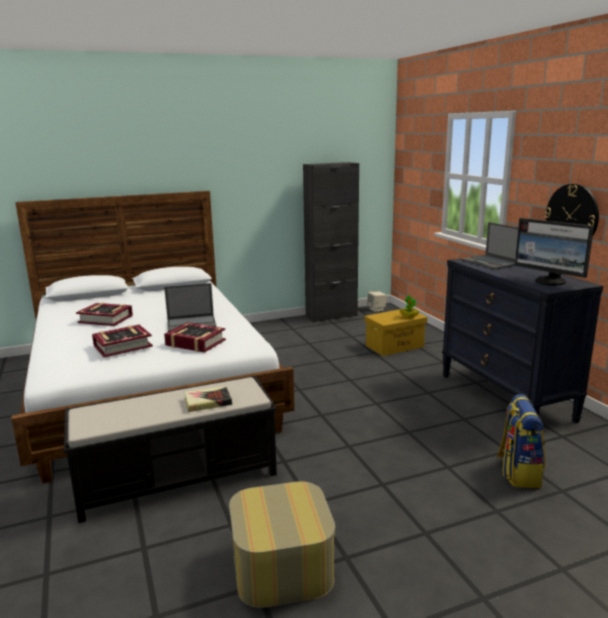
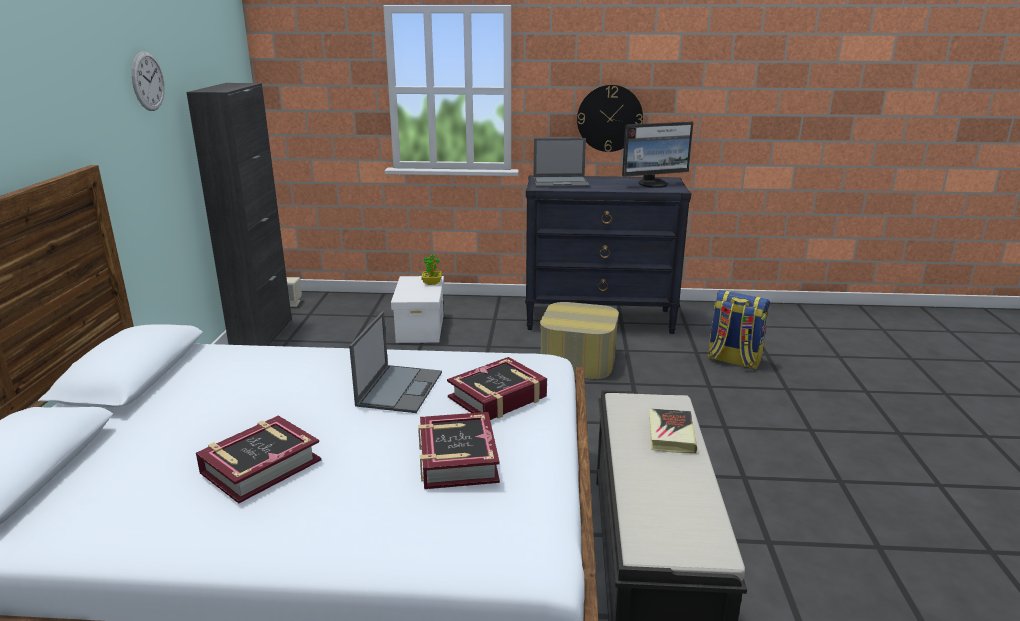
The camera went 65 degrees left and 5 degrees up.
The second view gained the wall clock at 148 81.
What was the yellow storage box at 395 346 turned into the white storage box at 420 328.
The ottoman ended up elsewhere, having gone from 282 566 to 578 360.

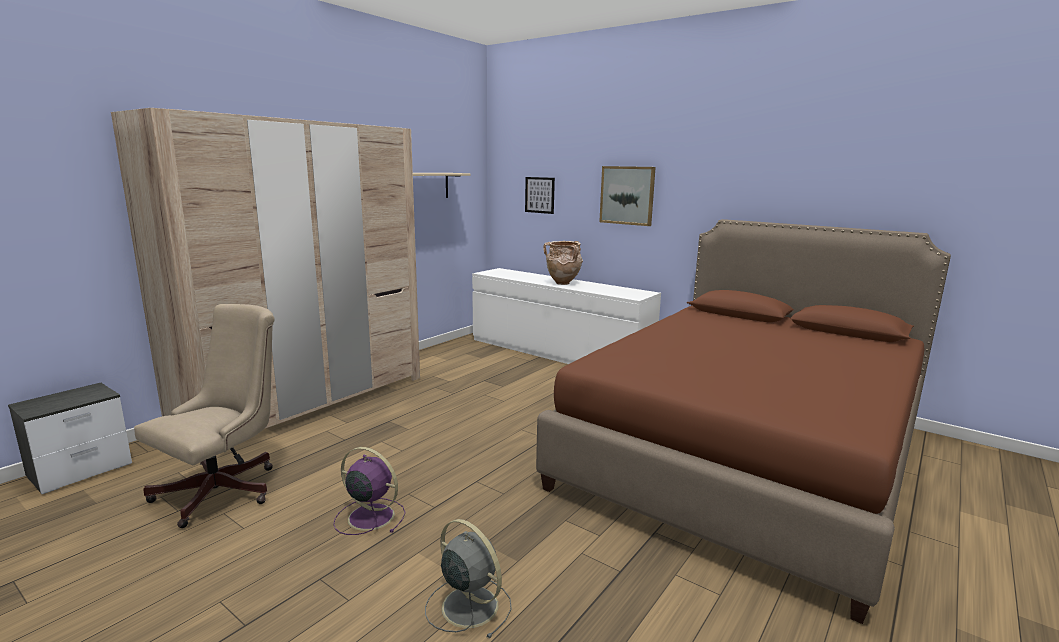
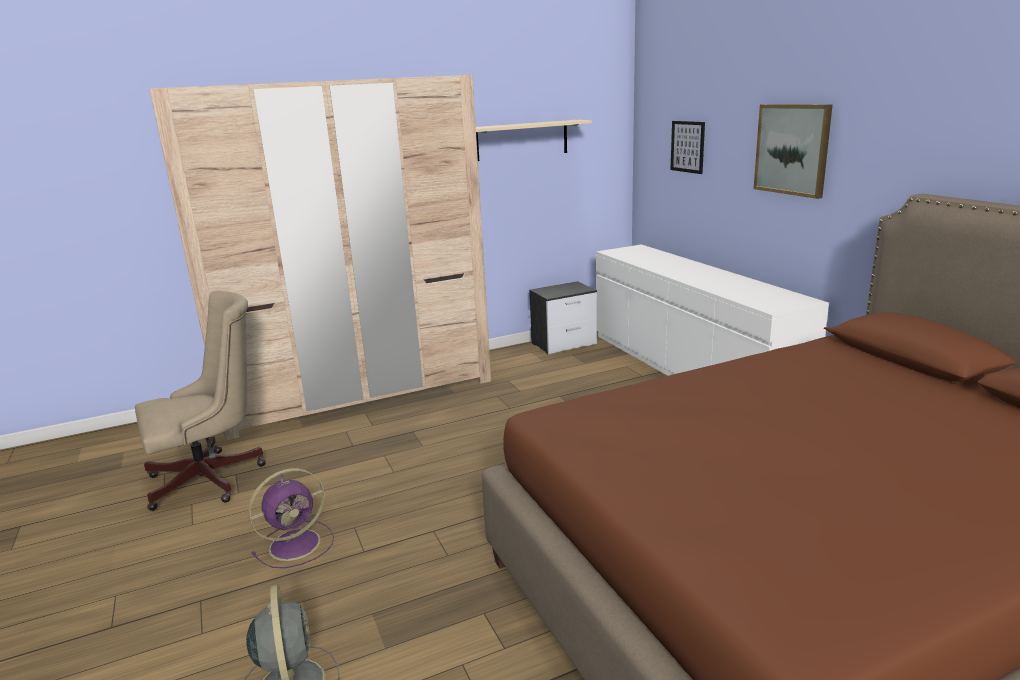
The camera went 30 degrees right and 5 degrees up.
The purple fan at 369 516 ended up facing another way, 90 degrees clockwise from before.
The nightstand ended up elsewhere, having gone from 82 470 to 565 344.
The second view lost the beige vase at 563 283.

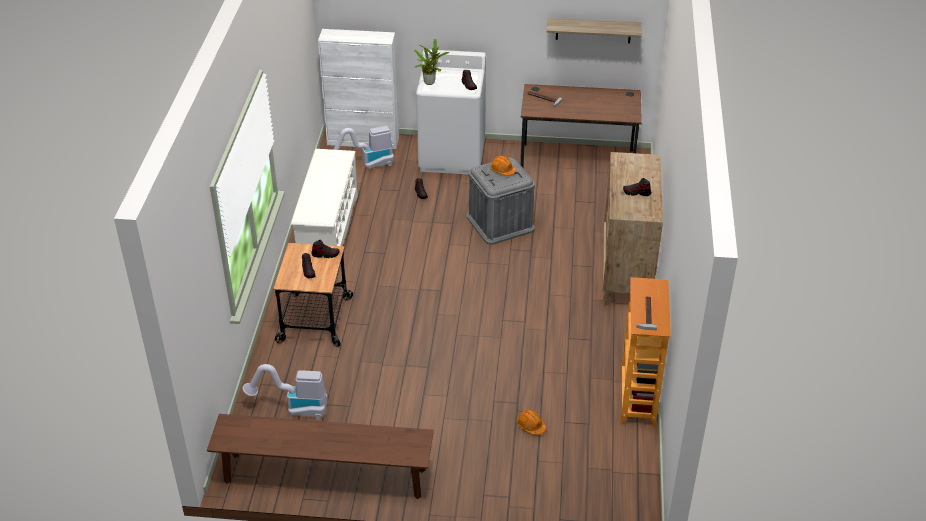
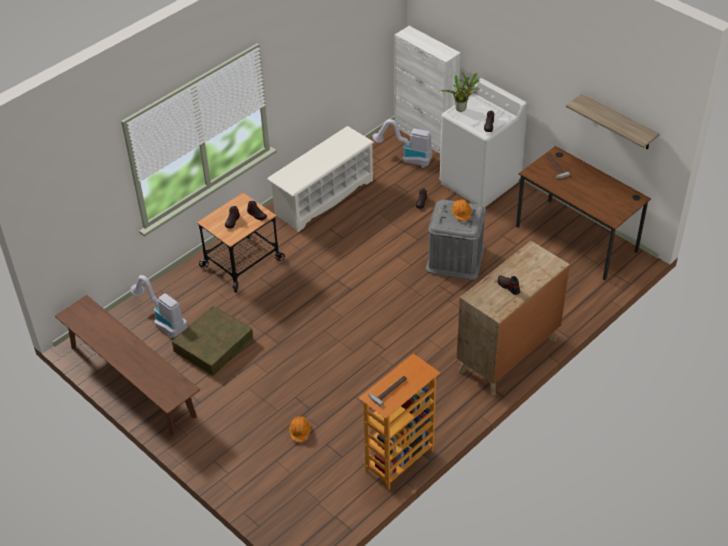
The camera went 40 degrees right and 5 degrees up.
The second view gained the brown storage box at 213 345.

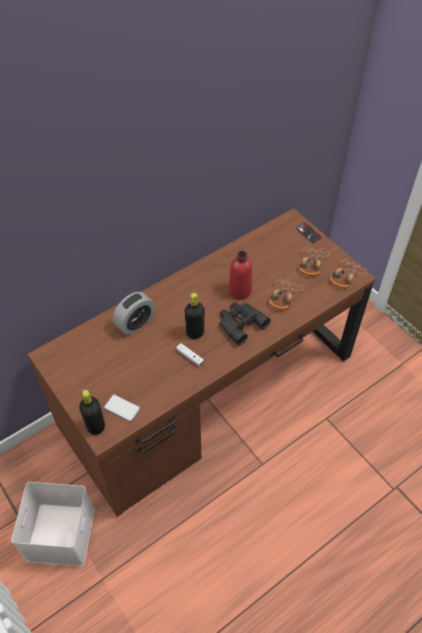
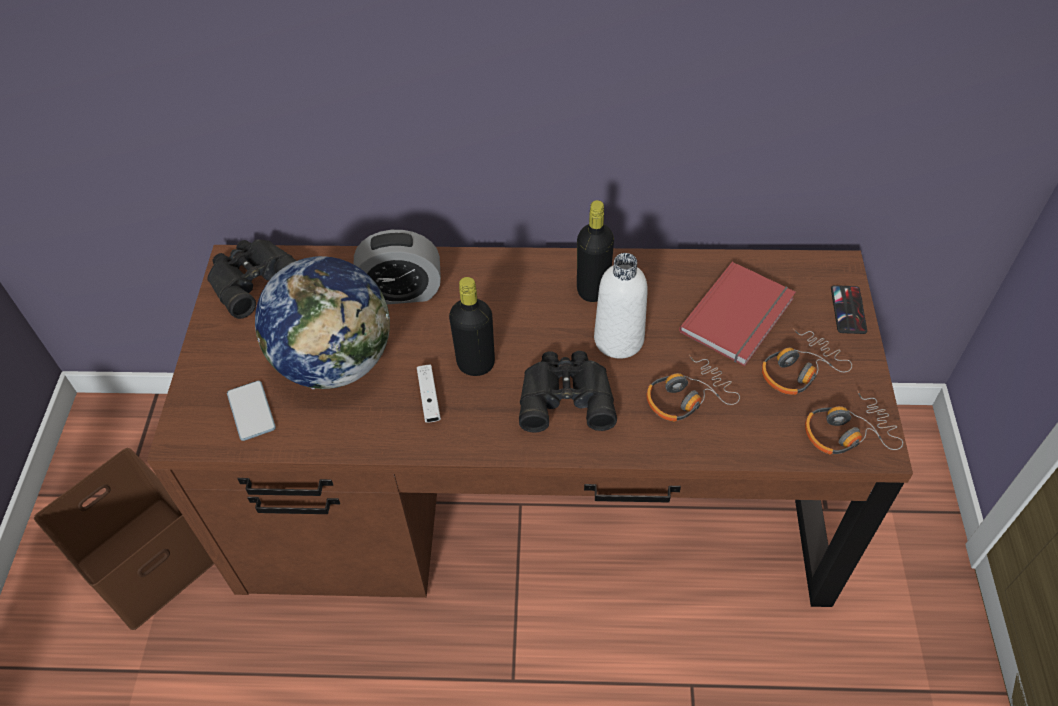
The camera went 40 degrees right and 0 degrees up.
What was the white storage box at 60 532 turned into the brown storage box at 149 558.
The second view gained the black binoculars at 252 279.
The second view gained the globe at 336 361.
The black bottle ended up elsewhere, having gone from 96 426 to 593 290.
What was the red bottle at 239 291 turned into the white bottle at 618 339.
The second view gained the red book at 740 317.

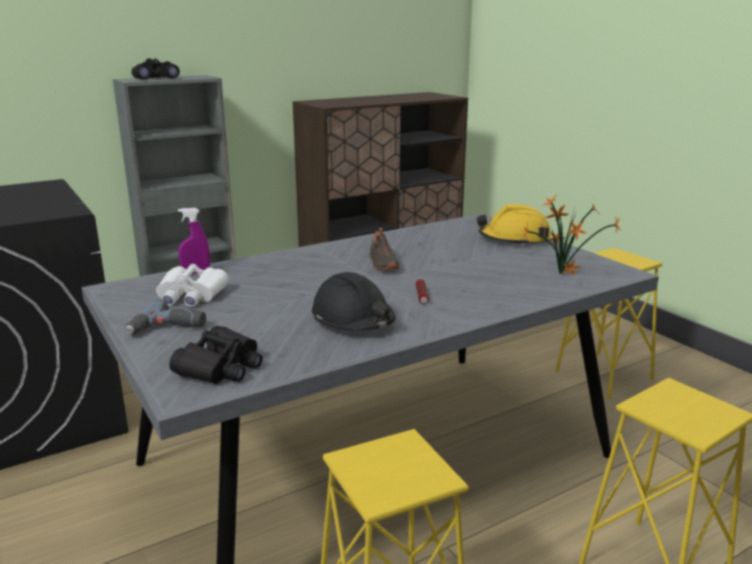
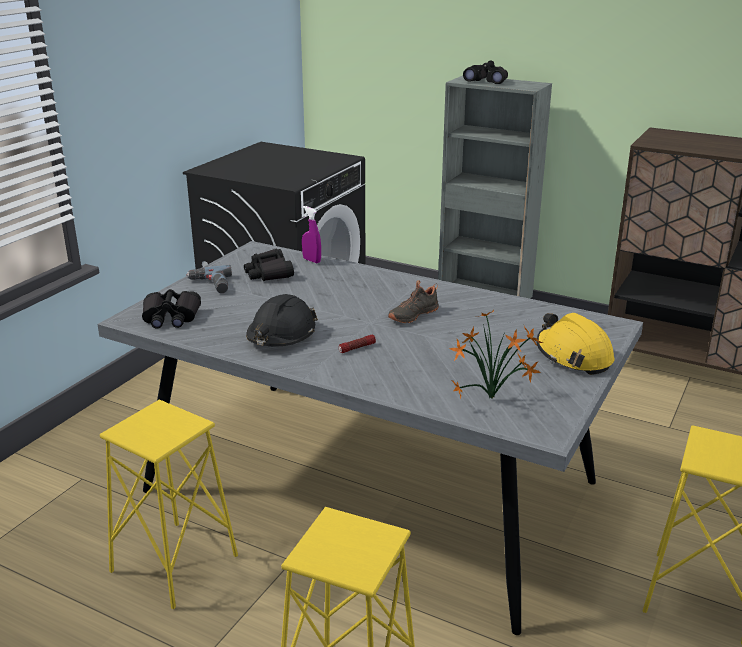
The camera went 60 degrees right and 5 degrees up.
What was the white binoculars at 190 296 turned into the black binoculars at 269 273.

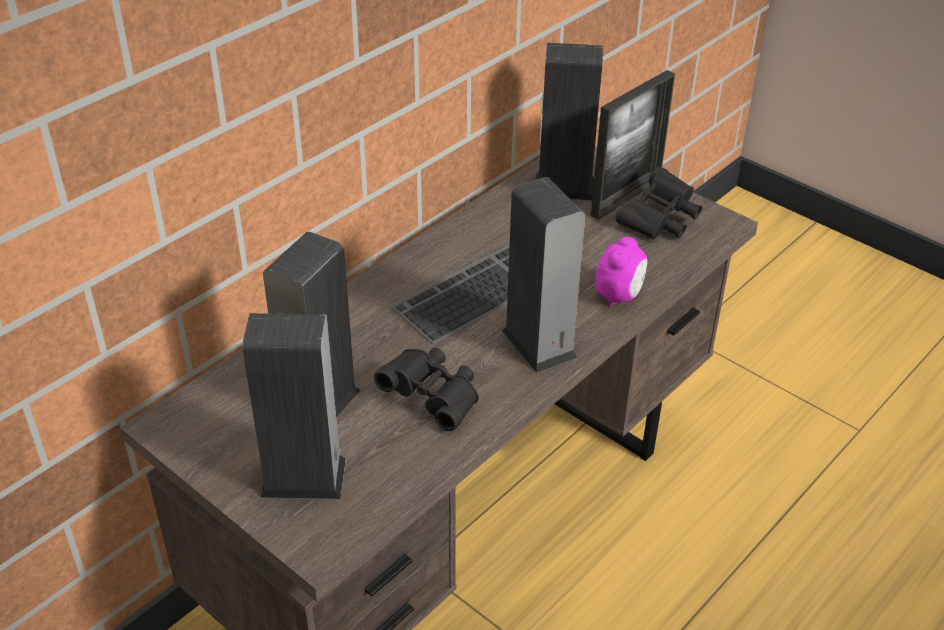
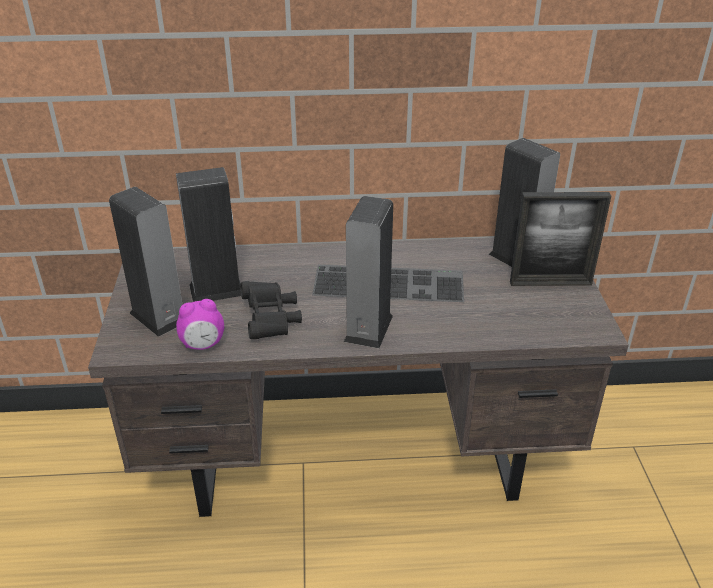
The camera went 45 degrees right and 5 degrees down.
The alarm clock ended up elsewhere, having gone from 619 295 to 203 345.
The second view lost the black binoculars at 659 220.

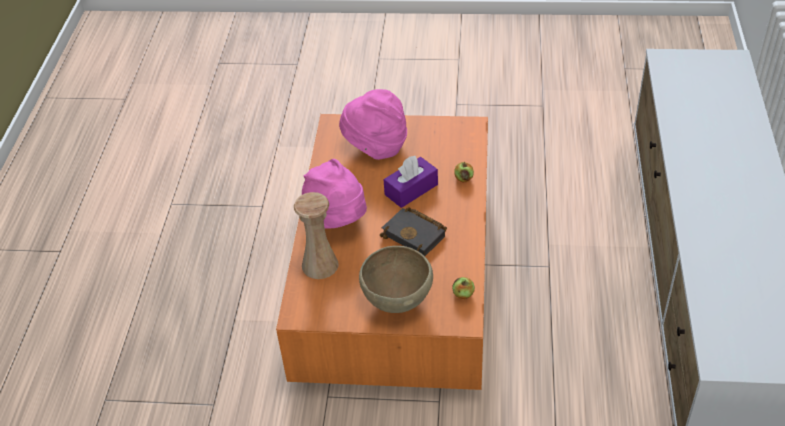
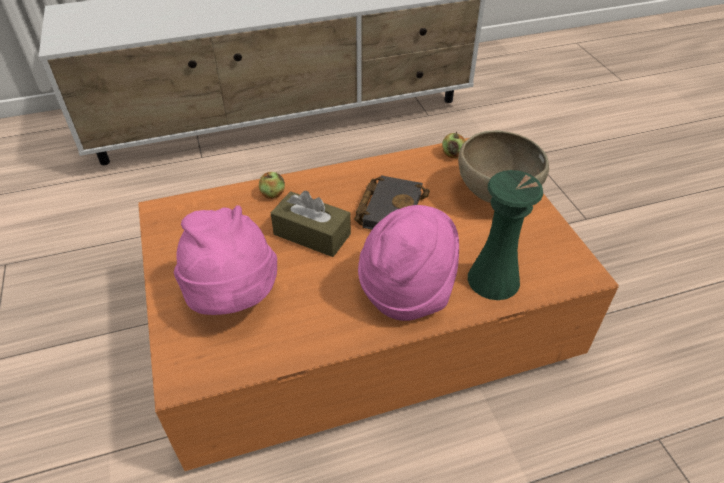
The camera went 115 degrees left and 0 degrees up.
What was the purple tissue box at 411 189 turned into the brown tissue box at 312 234.
What was the beige vase at 320 265 turned into the green vase at 493 279.

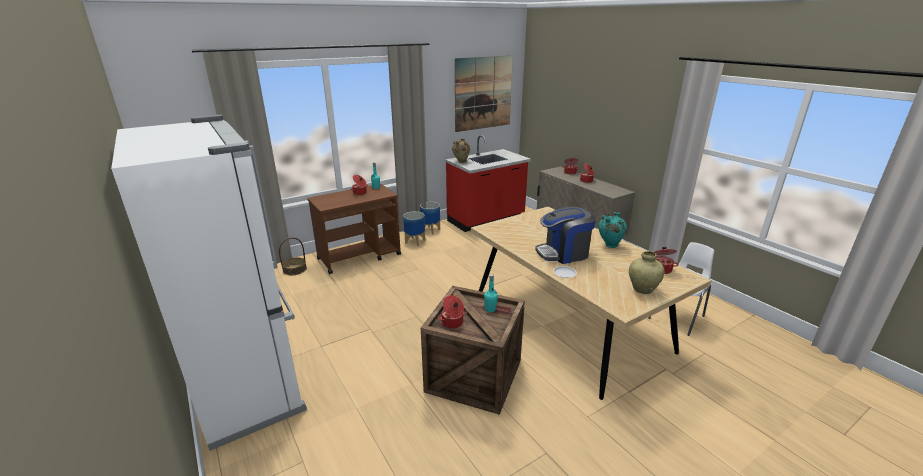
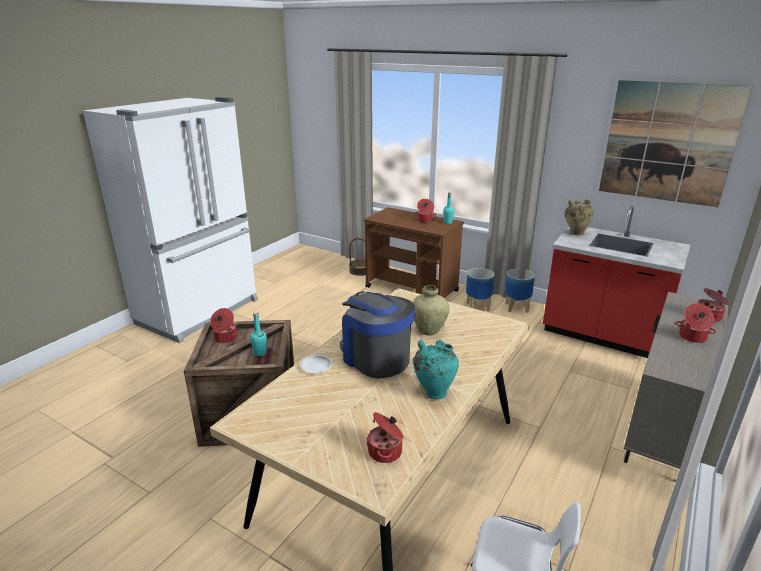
The camera went 65 degrees right and 0 degrees up.
The beige vase ended up elsewhere, having gone from 642 289 to 429 330.

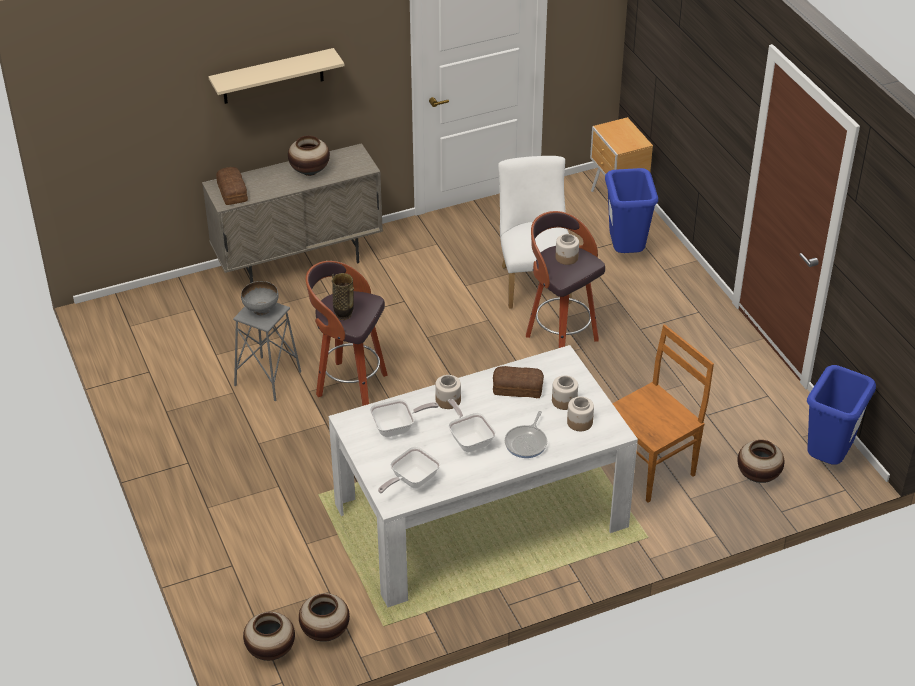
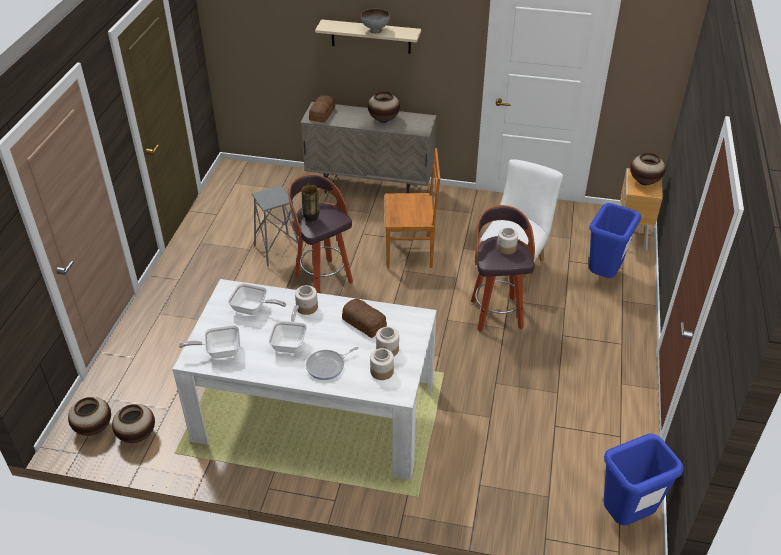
The camera went 35 degrees right and 0 degrees up.
The grey bowl ended up elsewhere, having gone from 261 309 to 375 30.
The brown chair ended up elsewhere, having gone from 650 467 to 410 252.
The vase ended up elsewhere, having gone from 758 475 to 644 181.

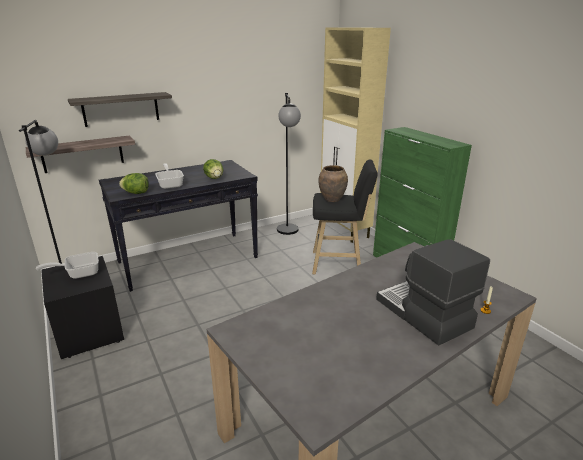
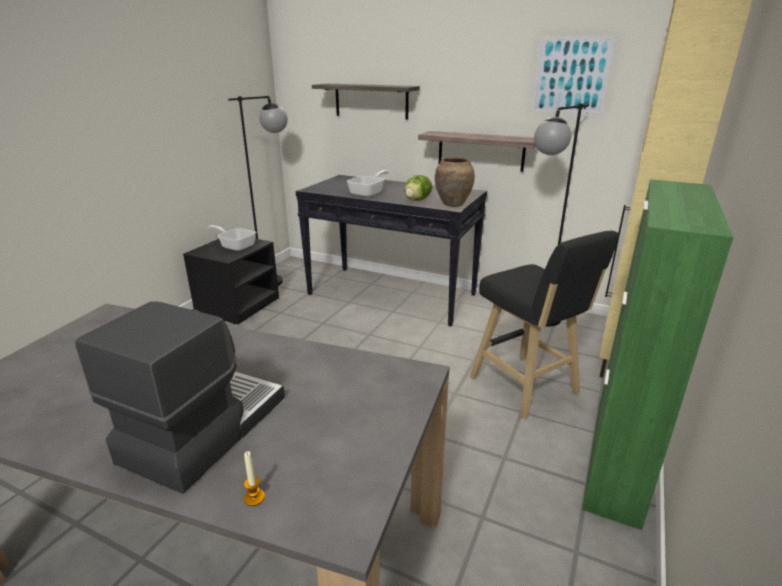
The camera went 55 degrees right and 0 degrees up.
The shelf ended up elsewhere, having gone from 83 154 to 480 151.
The brown vase ended up elsewhere, having gone from 332 199 to 453 204.
The second view gained the picture at 571 76.
The second view lost the lettuce at 136 193.

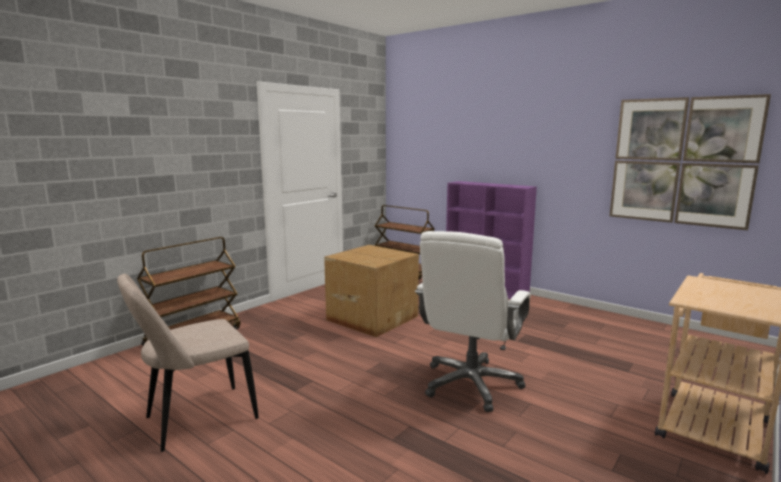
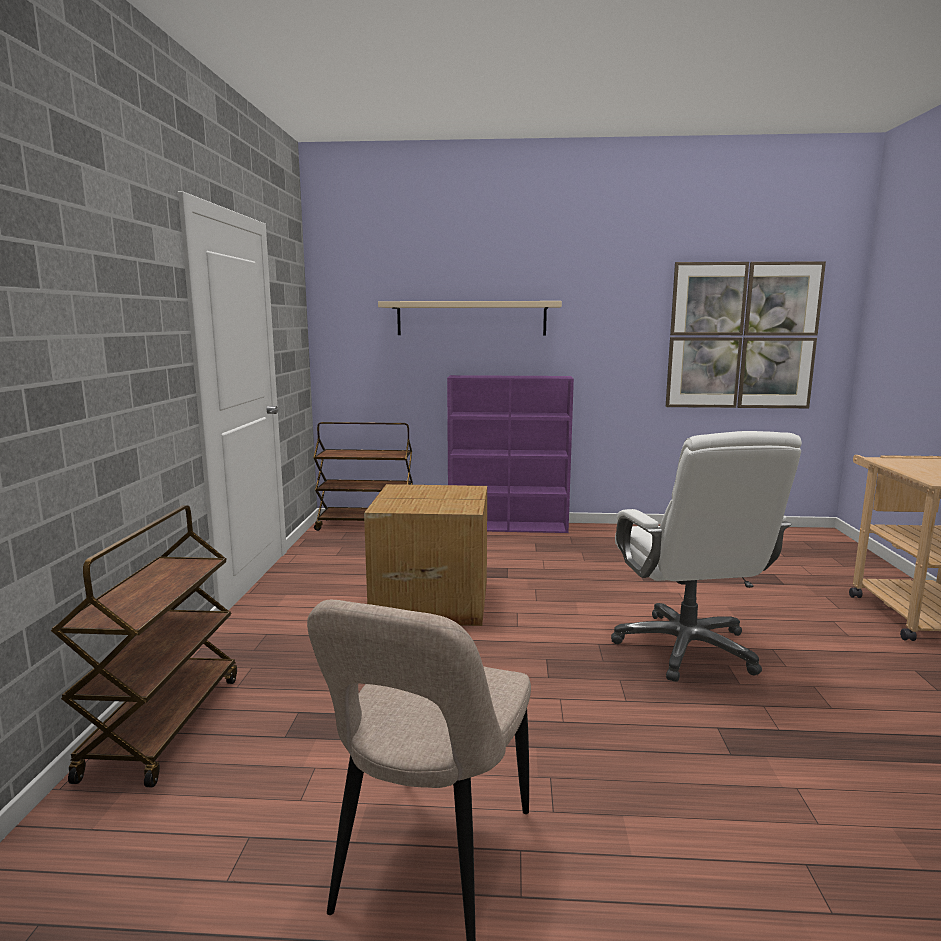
The camera went 35 degrees left and 0 degrees up.
The second view gained the beige shelf at 471 318.

